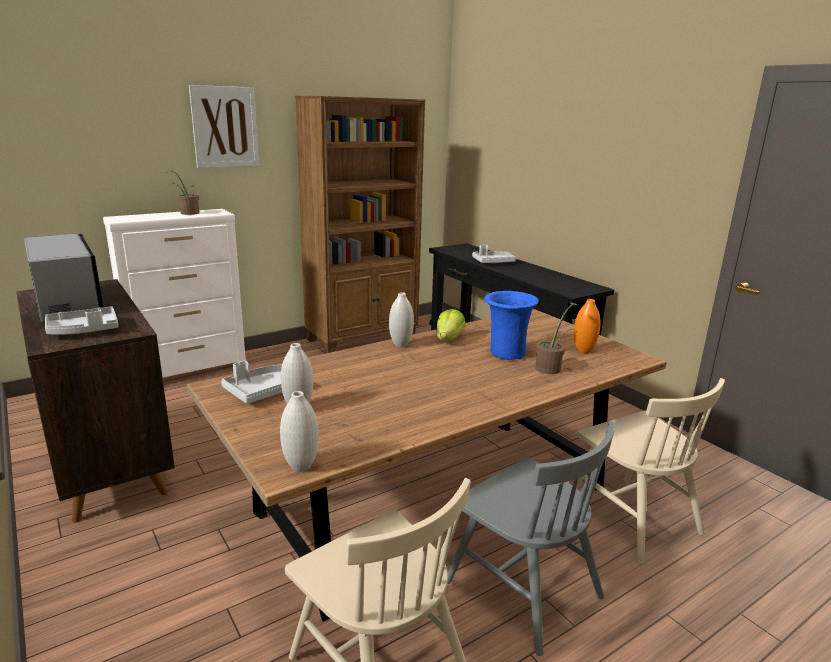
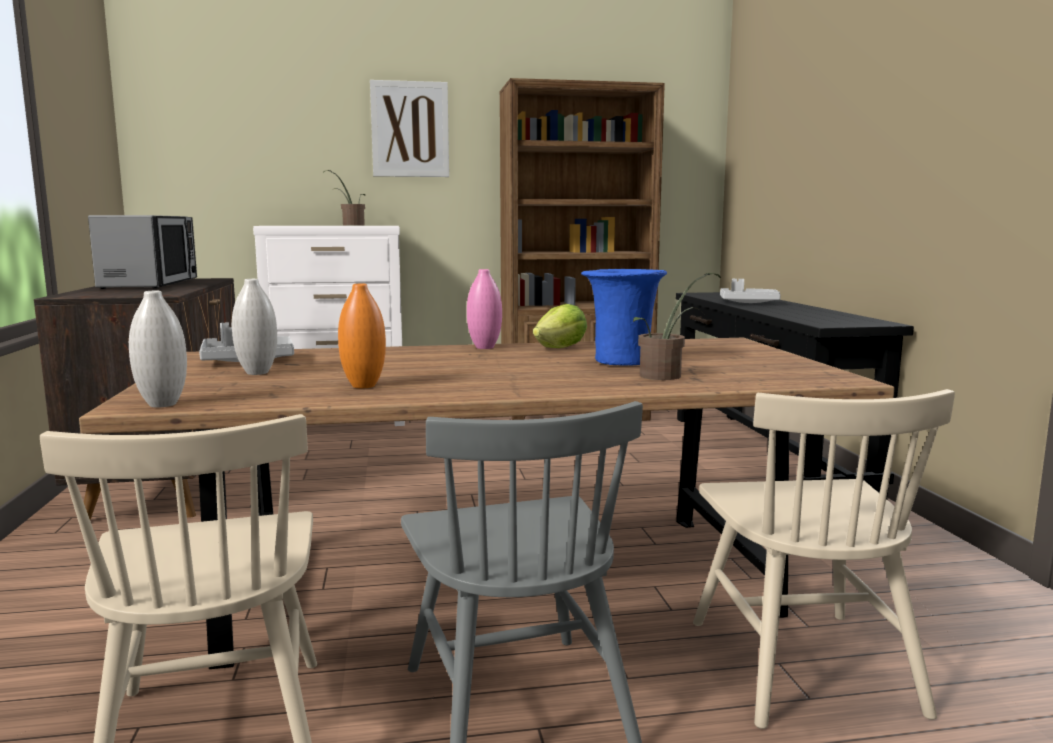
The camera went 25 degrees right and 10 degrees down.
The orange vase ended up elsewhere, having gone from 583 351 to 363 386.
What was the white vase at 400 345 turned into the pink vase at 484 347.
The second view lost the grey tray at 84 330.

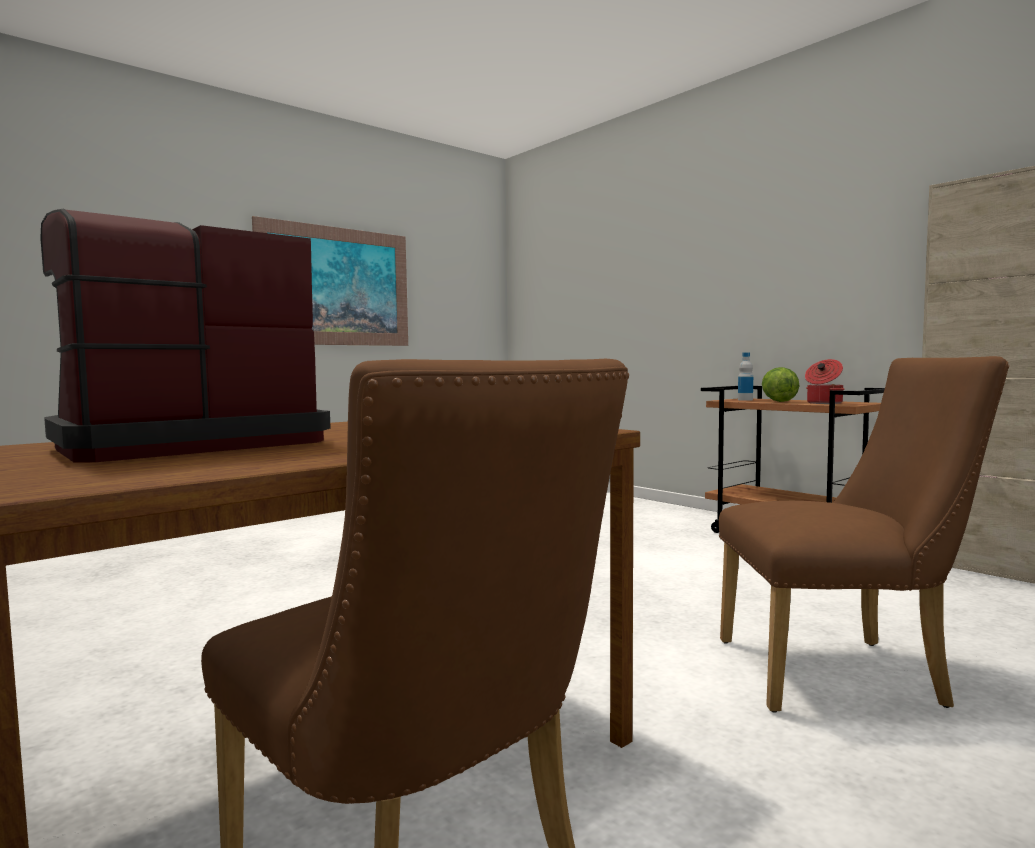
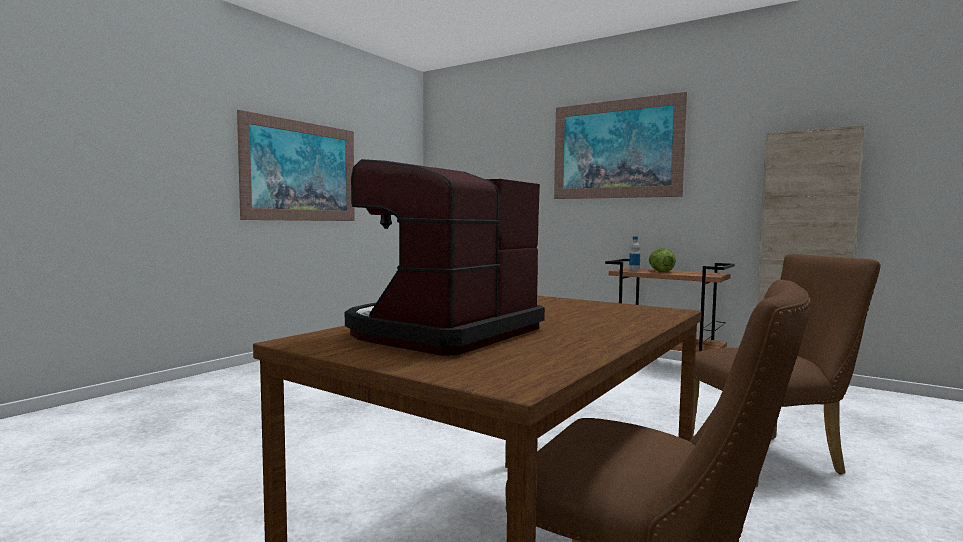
The camera went 15 degrees left and 0 degrees up.
The second view gained the picture at 616 149.
The second view lost the cooking pot at 823 403.

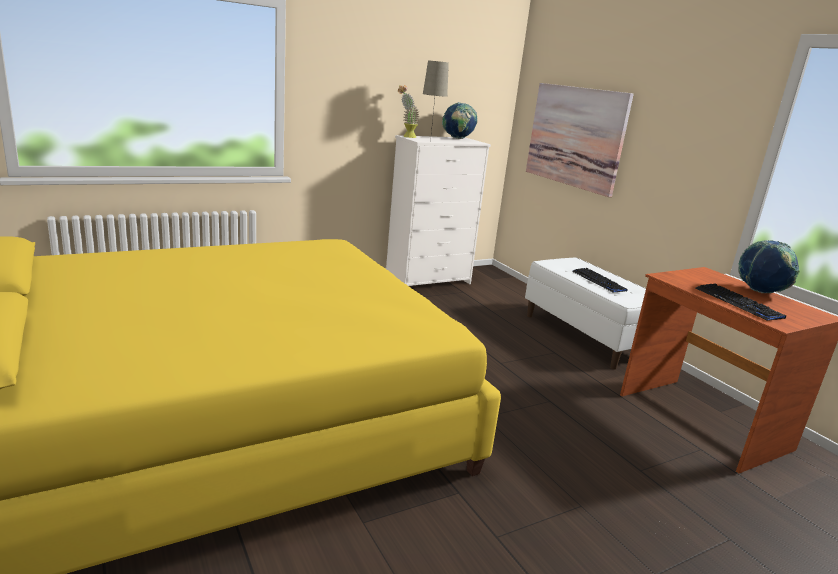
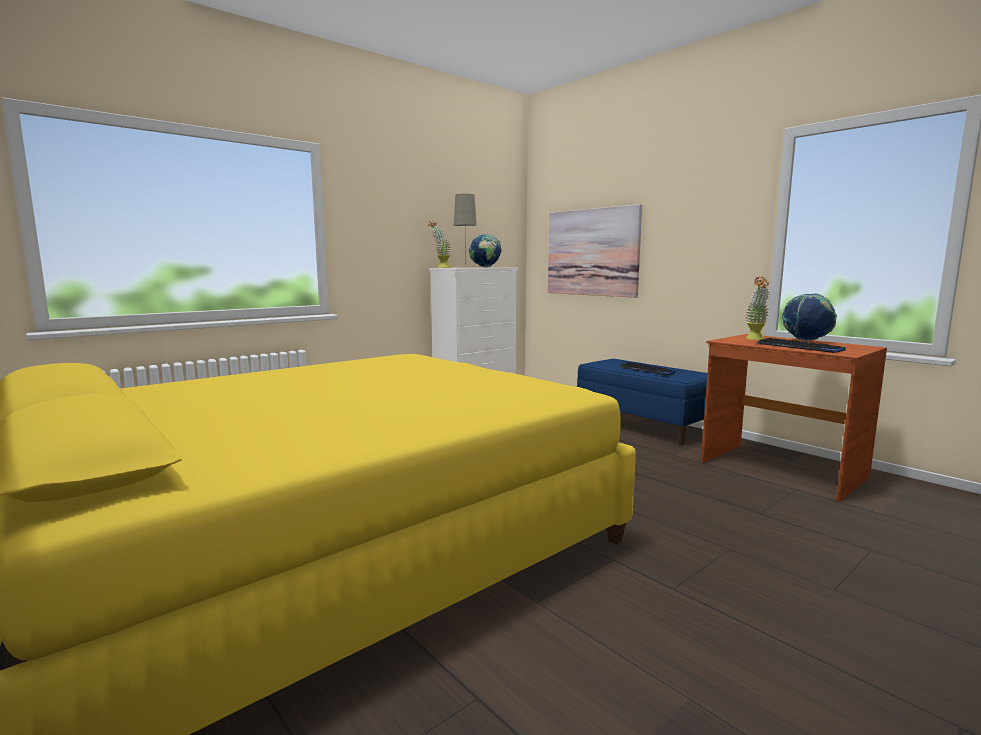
The camera went 10 degrees left and 10 degrees down.
What was the white bench at 587 336 turned into the blue bench at 643 425.
The second view gained the potted plant at 755 339.

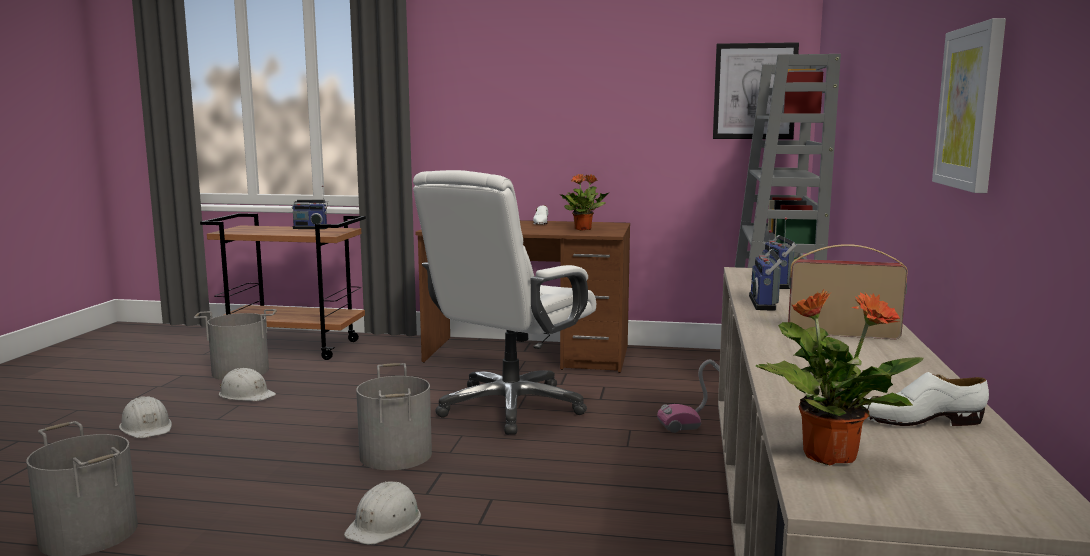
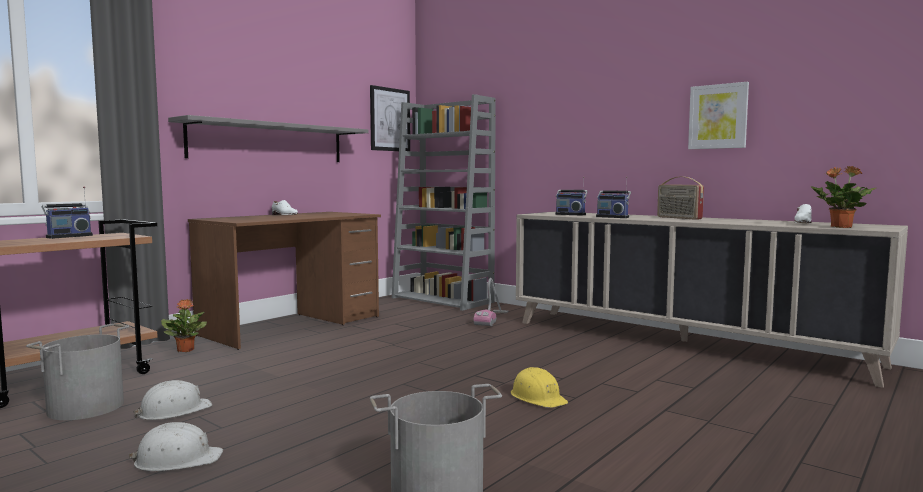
The camera went 60 degrees left and 5 degrees down.
The potted plant ended up elsewhere, having gone from 583 229 to 186 350.
The second view gained the grey shelf at 269 142.
What was the white hard hat at 385 524 turned into the yellow hard hat at 538 397.
The radio at 842 333 ended up facing another way, 75 degrees counterclockwise from before.
The second view lost the grey bucket at 397 454.
The second view lost the white office chair at 510 407.

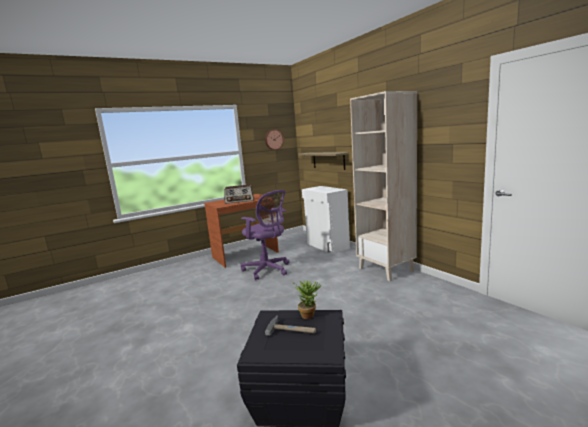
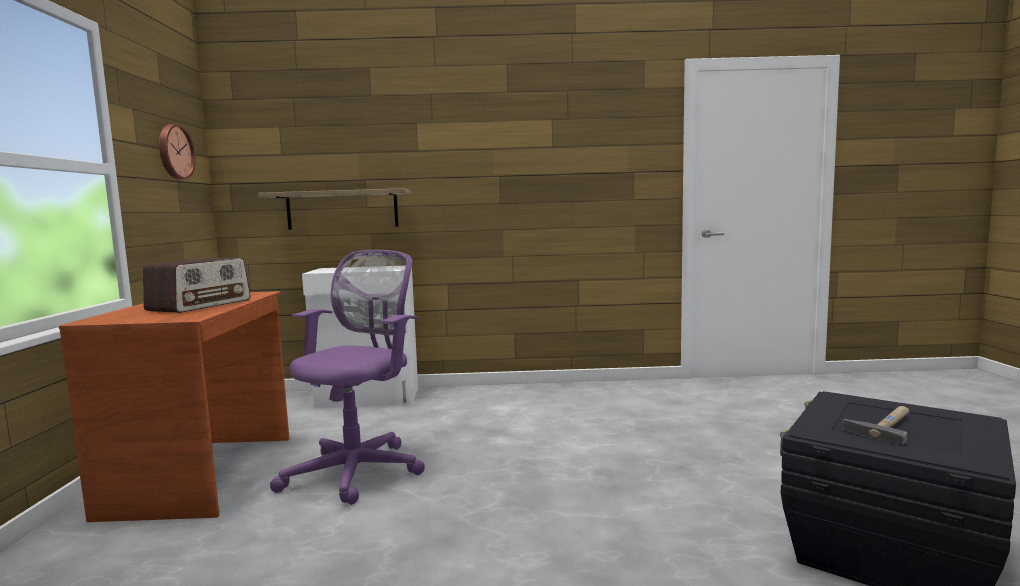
The camera went 60 degrees left and 5 degrees down.
The purple office chair at 268 270 ended up facing another way, 45 degrees counterclockwise from before.
The second view lost the potted plant at 309 314.
The second view lost the beige bookcase at 386 269.

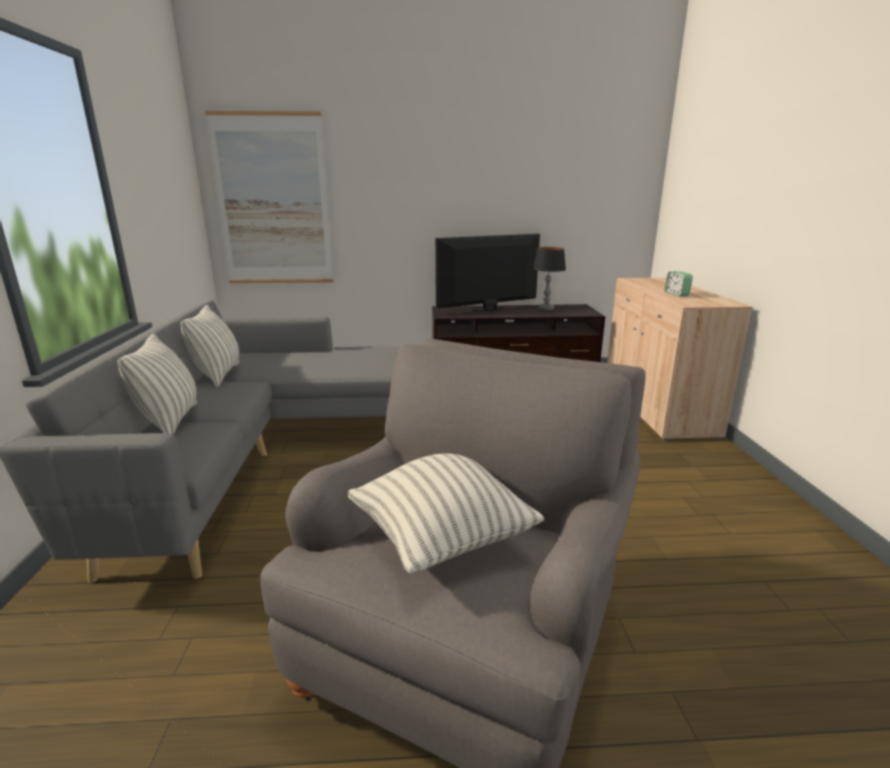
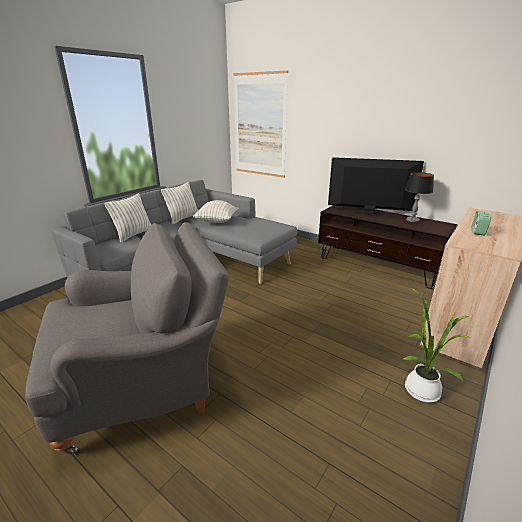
The camera went 40 degrees right and 5 degrees up.
The pillow ended up elsewhere, having gone from 442 540 to 216 222.
The second view gained the potted plant at 419 388.

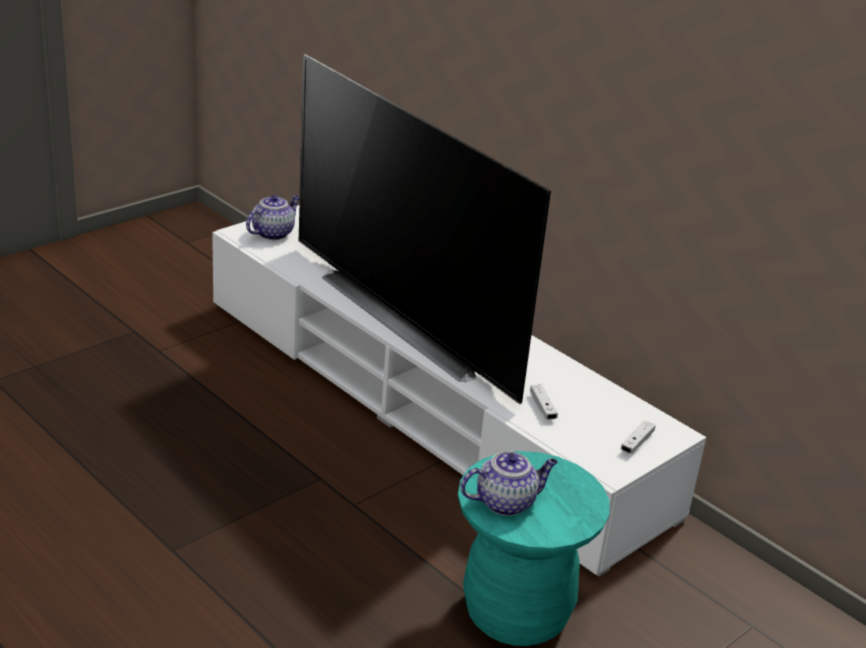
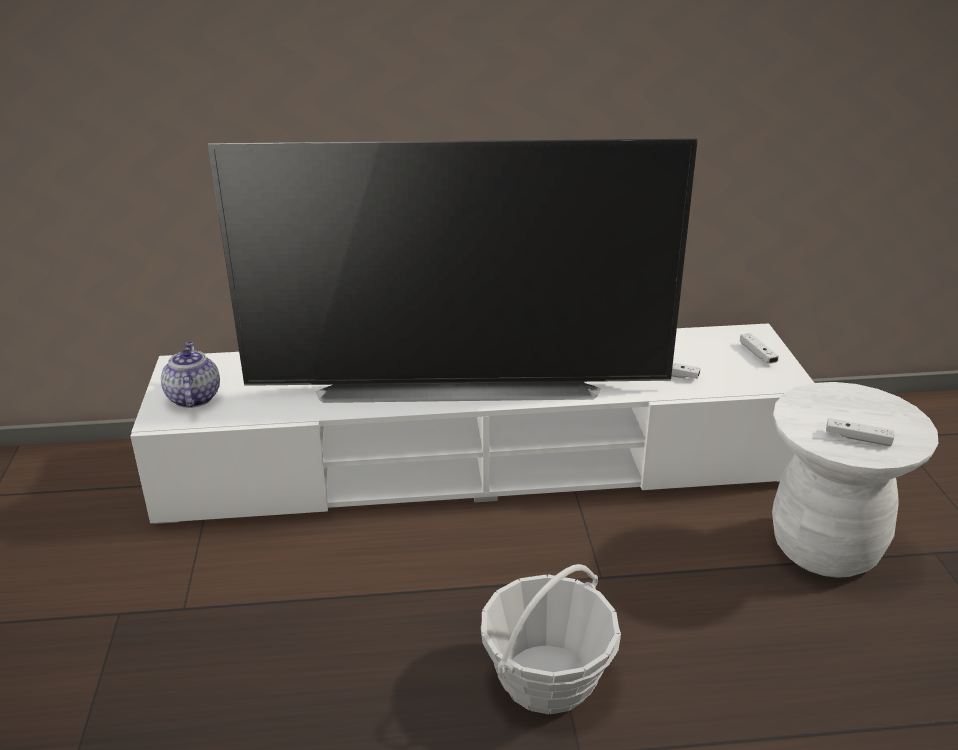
The camera went 50 degrees left and 0 degrees up.
The second view gained the basket at 547 678.
What was the turquoise stool at 516 614 turned into the white stool at 825 547.
Where the teapot stood at 506 502, the white game controller came to stand at 858 438.

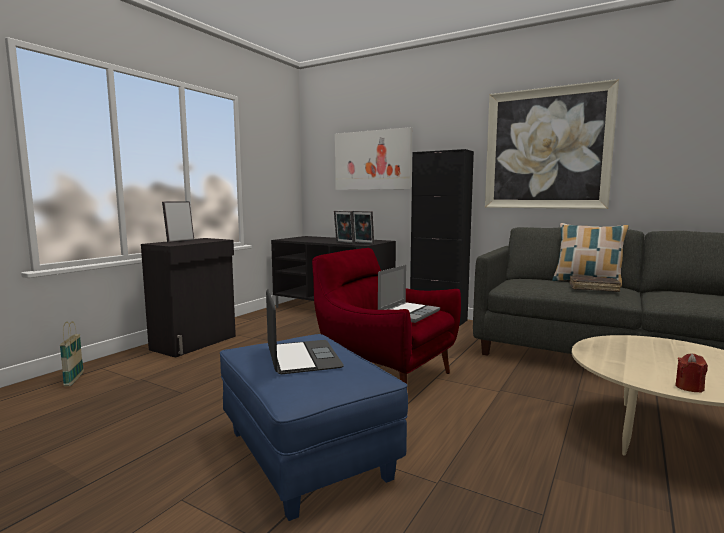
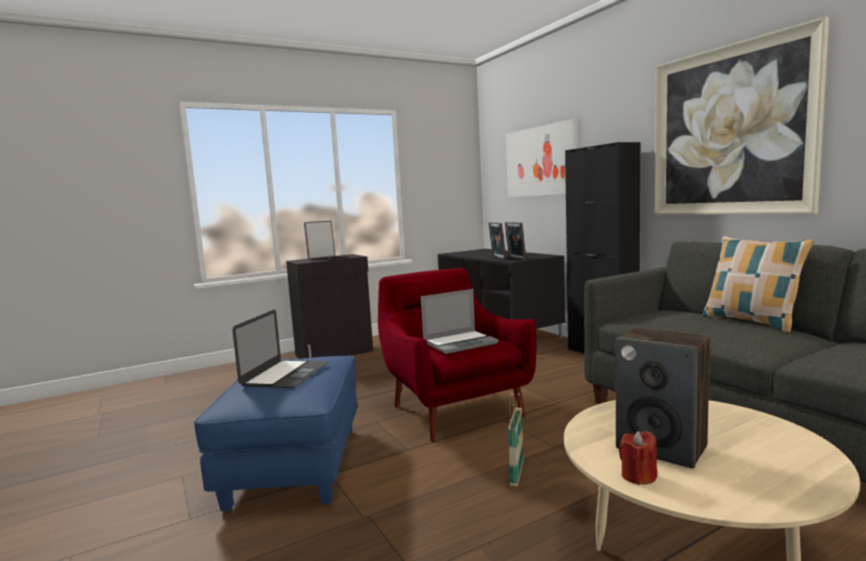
The camera went 30 degrees right and 0 degrees up.
The basket ended up elsewhere, having gone from 74 379 to 517 474.
The second view gained the speaker at 662 447.
The second view lost the brown book at 593 288.

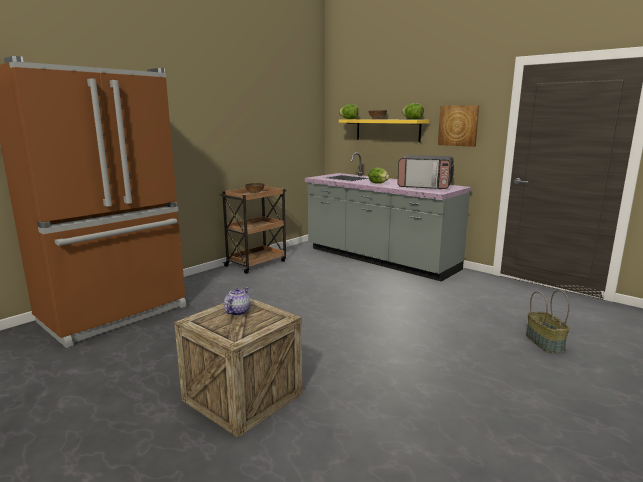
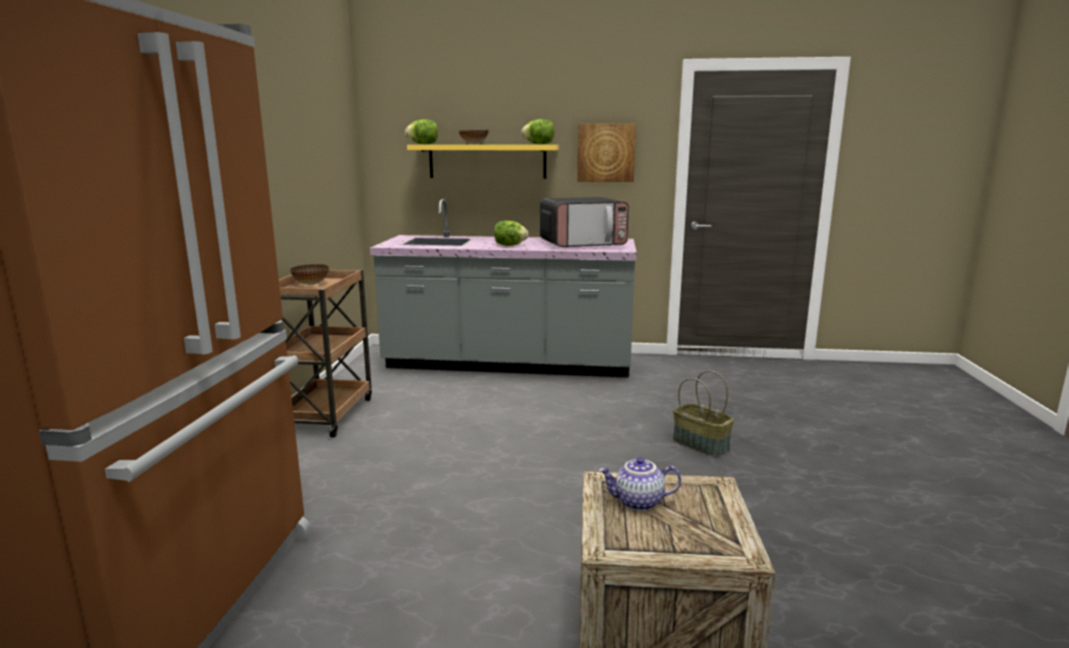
The camera went 35 degrees left and 0 degrees up.
The teapot at 237 312 ended up facing another way, 75 degrees counterclockwise from before.
The basket ended up elsewhere, having gone from 545 343 to 701 444.

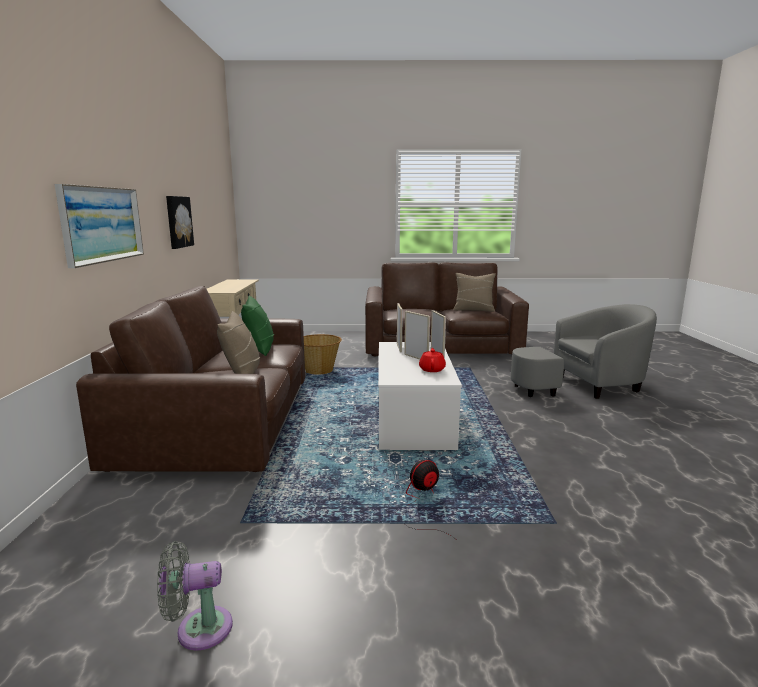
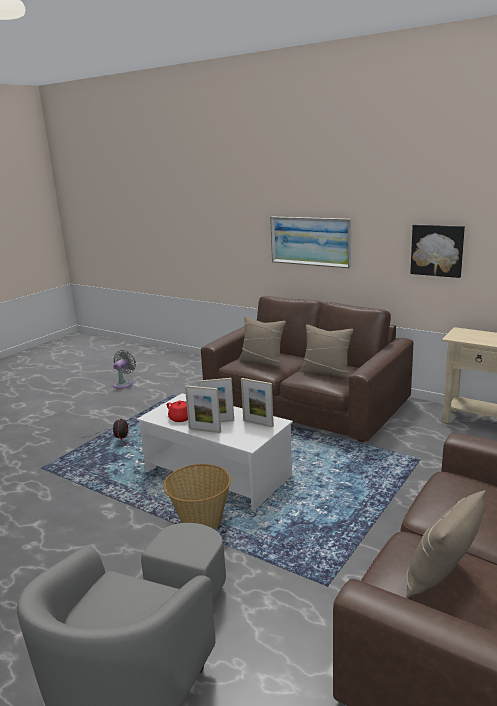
The camera went 125 degrees right and 5 degrees up.
The basket ended up elsewhere, having gone from 319 370 to 200 521.
What was the green pillow at 260 349 turned into the beige pillow at 326 372.

